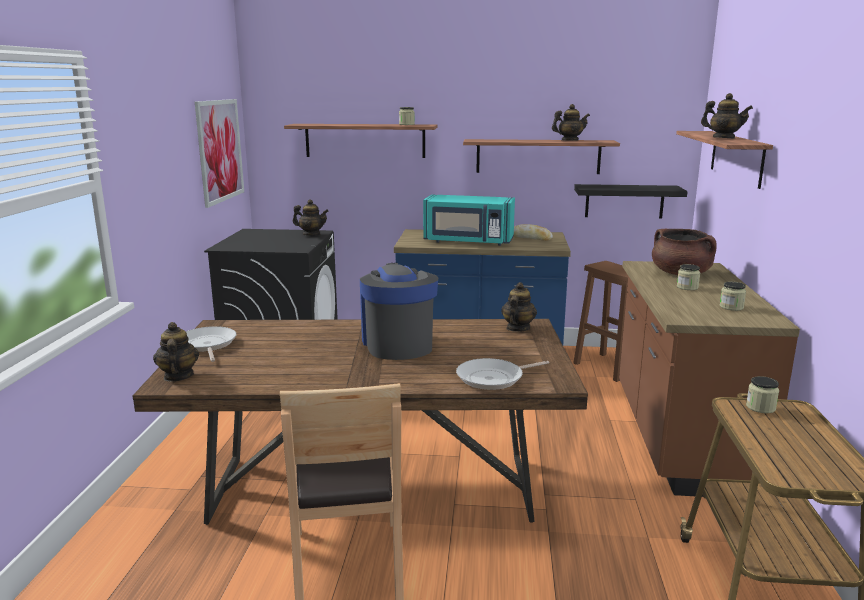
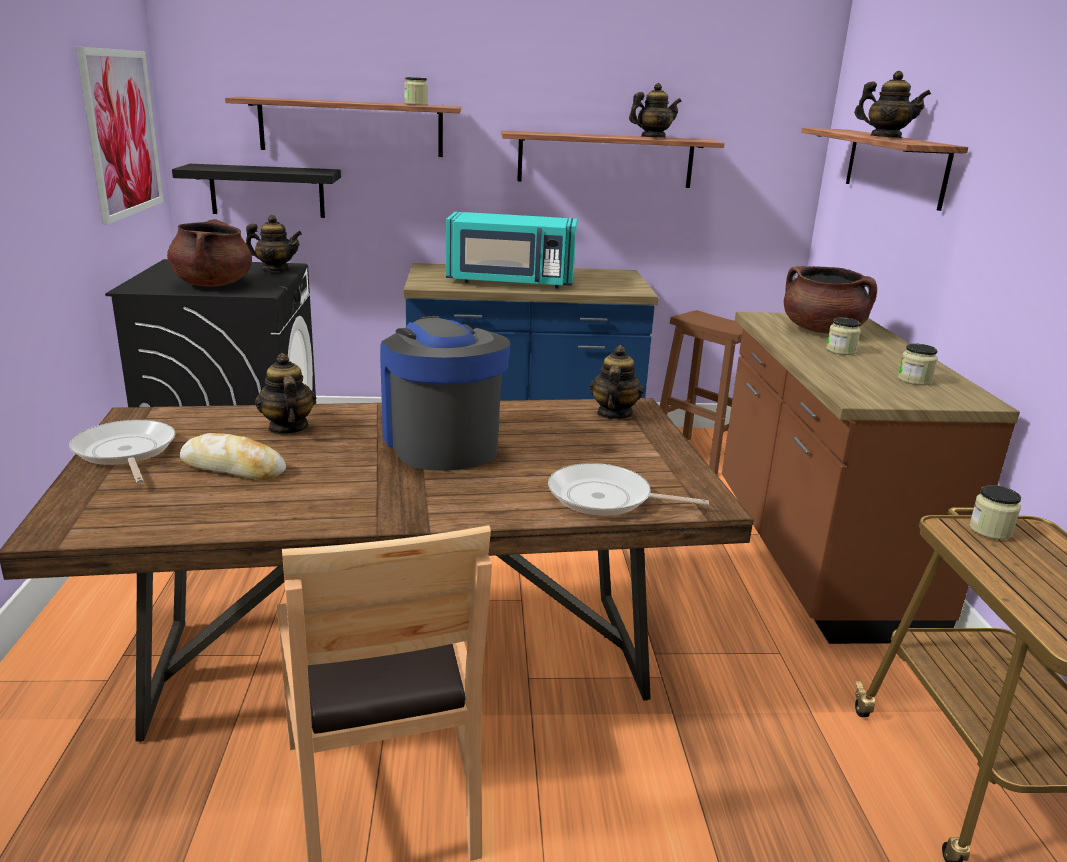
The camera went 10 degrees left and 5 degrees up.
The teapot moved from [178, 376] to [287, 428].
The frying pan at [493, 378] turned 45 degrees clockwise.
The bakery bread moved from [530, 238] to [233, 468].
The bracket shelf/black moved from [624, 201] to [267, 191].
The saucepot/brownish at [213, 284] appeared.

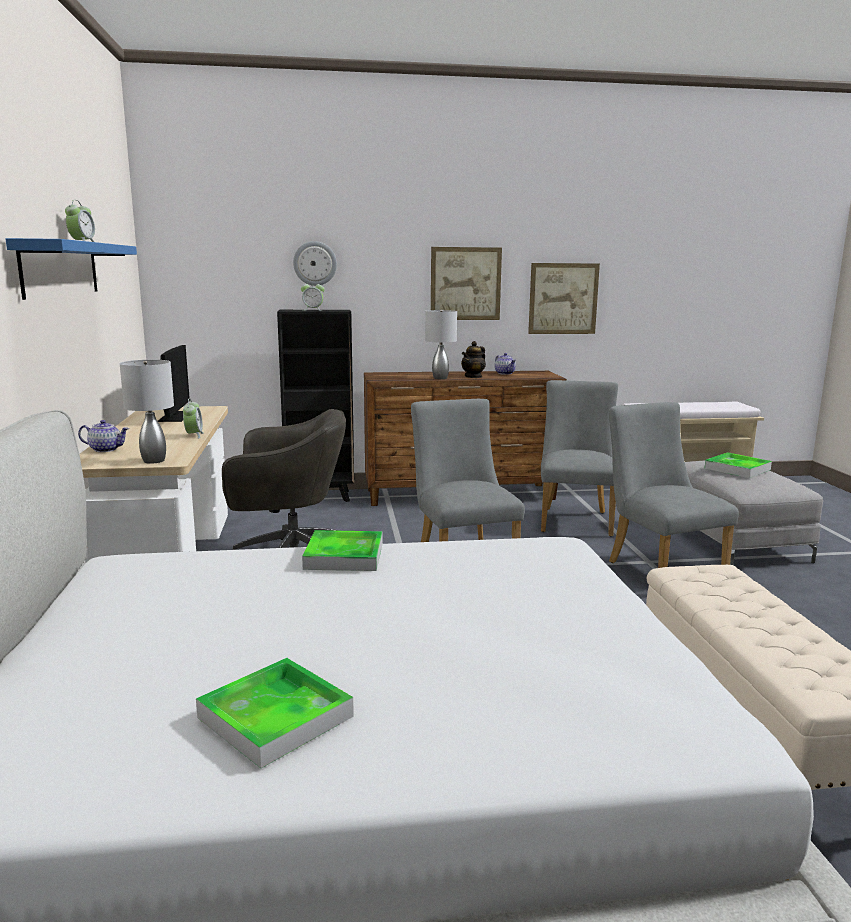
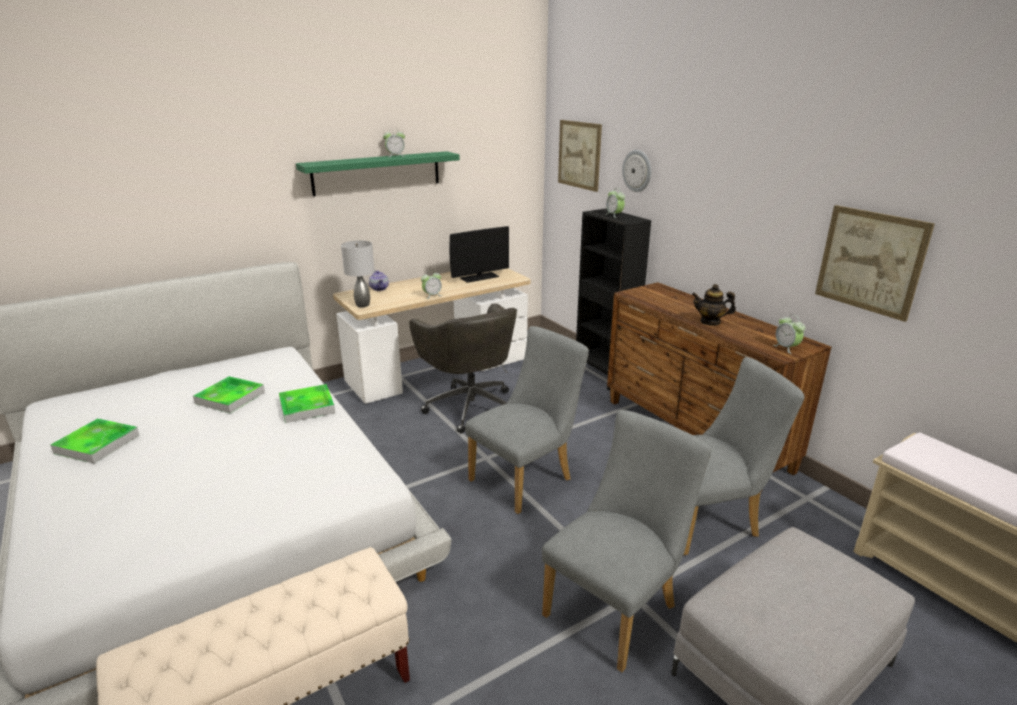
The camera went 65 degrees right and 10 degrees up.
The bracket shelf/bluish at [61, 269] became the bracket shelf/greenish at [377, 173].
The tabletop lamp/gray at [439, 378] disappeared.
The picture moved from [465, 283] to [579, 155].
The teapot at [505, 373] disappeared.
The carrying tray moved from [737, 469] to [230, 398].
The table clock at [786, 348] appeared.

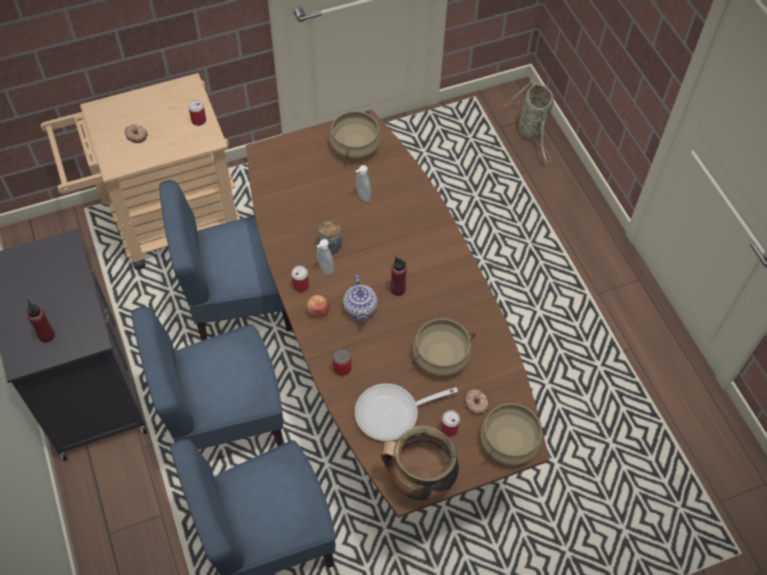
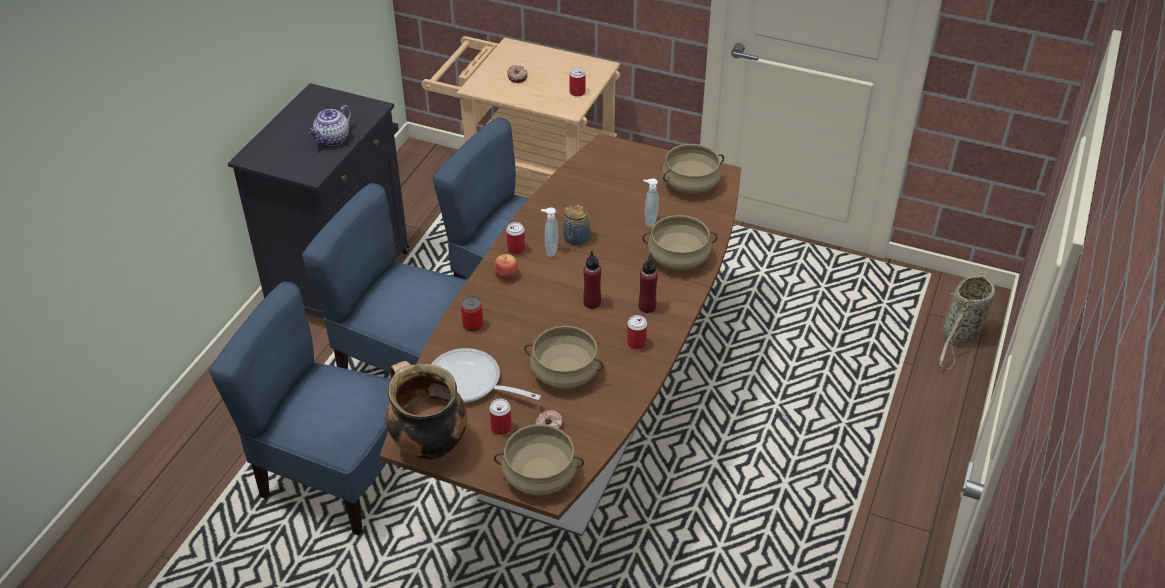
The camera went 45 degrees right and 15 degrees down.
The drink bottle/reddish moved from [47, 335] to [647, 307].
The teapot moved from [360, 309] to [332, 139].
The metal can at [636, 343] appeared.
The saucepot/beige-coloured at [679, 257] appeared.

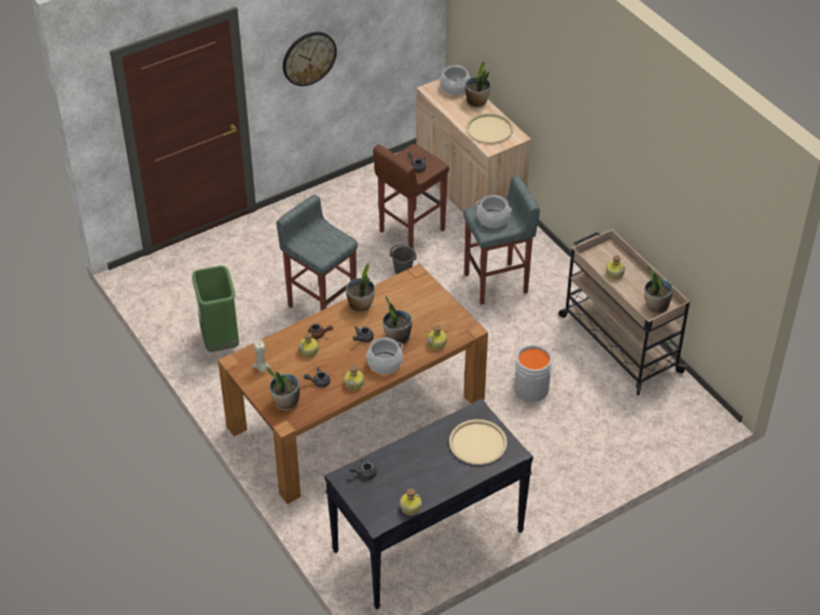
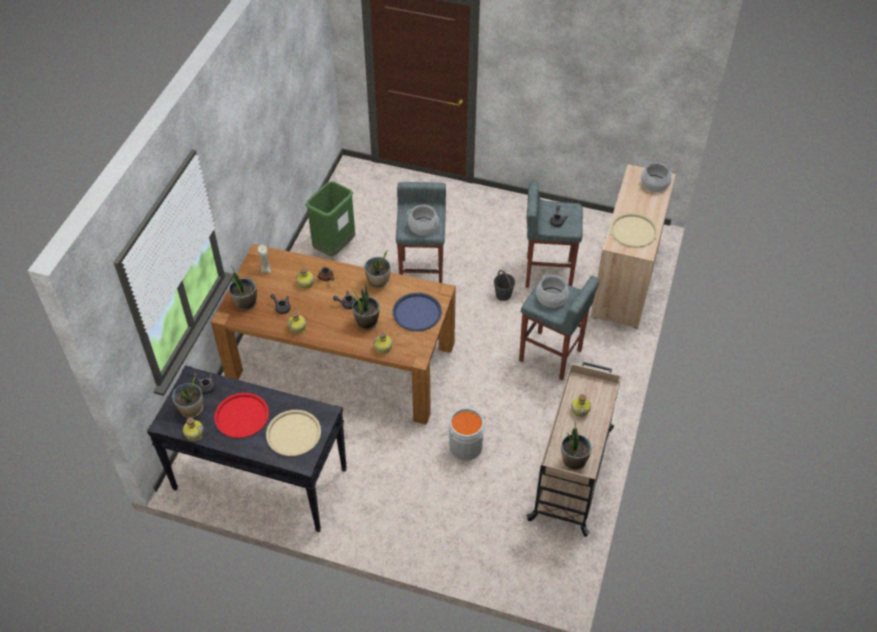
The camera went 50 degrees right and 5 degrees up.
The wall clock at [309, 58] disappeared.
The saucepot moved from [384, 363] to [423, 226].
The sitting stool/brownish at [411, 230] became the sitting stool/gray at [547, 273].
The plant in a pot moved from [477, 102] to [192, 409].
The carrying tray/reddish at [242, 416] appeared.
The carrying tray/bluish at [417, 312] appeared.

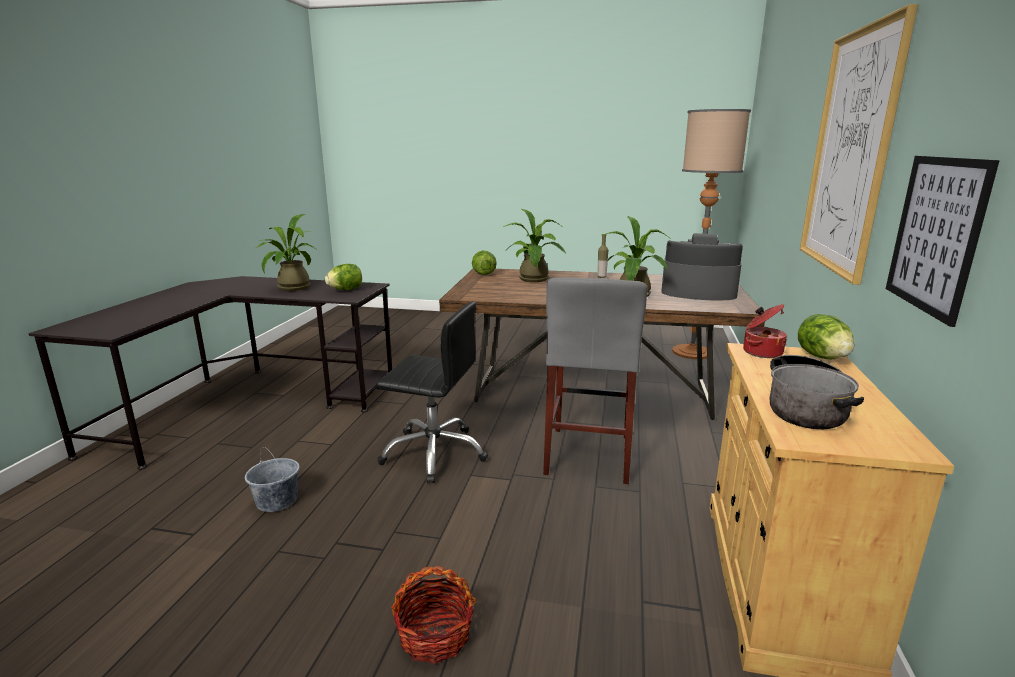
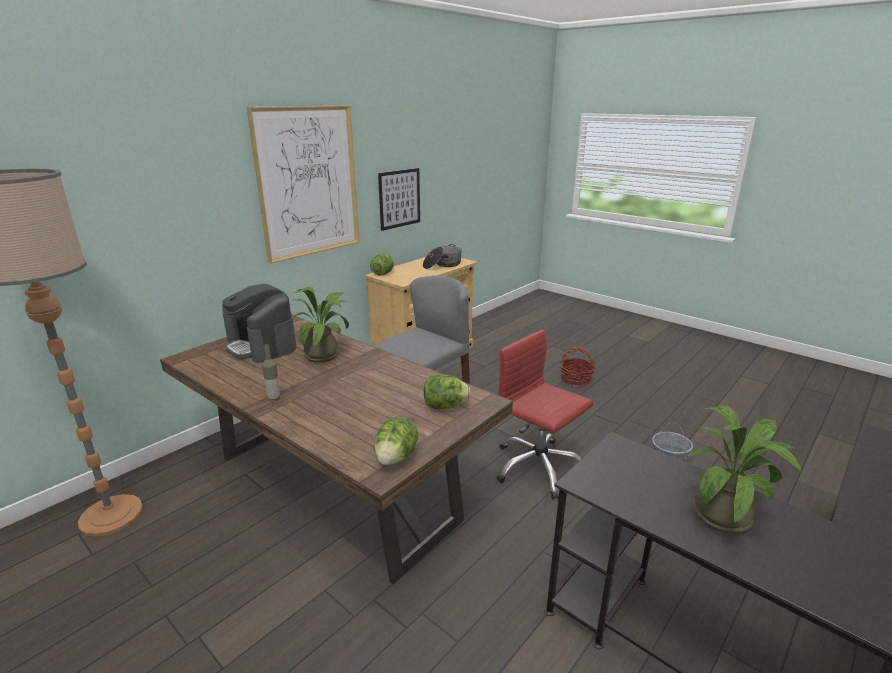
The camera went 150 degrees left and 5 degrees up.
The lettuce head moved from [346, 290] to [445, 406].
The desk chair/black at [434, 453] became the desk chair/reddish at [538, 467].
The plant in a pot at [534, 280] disappeared.
The saucepot at [761, 352] disappeared.

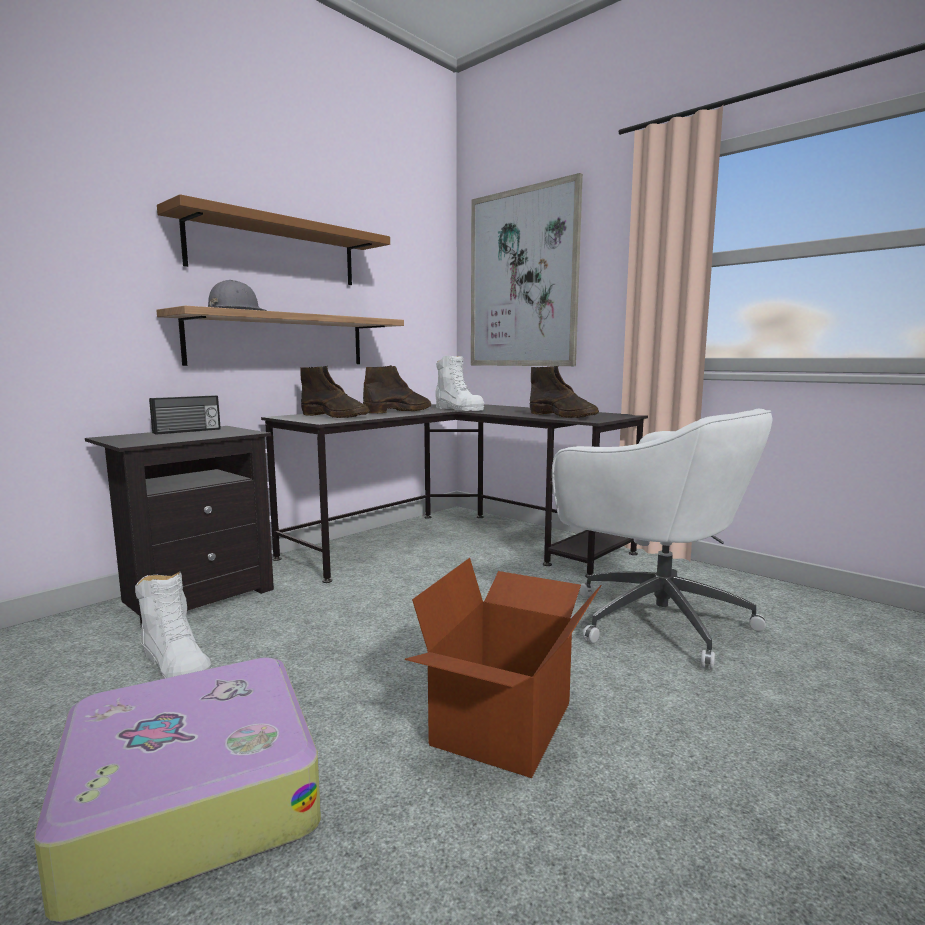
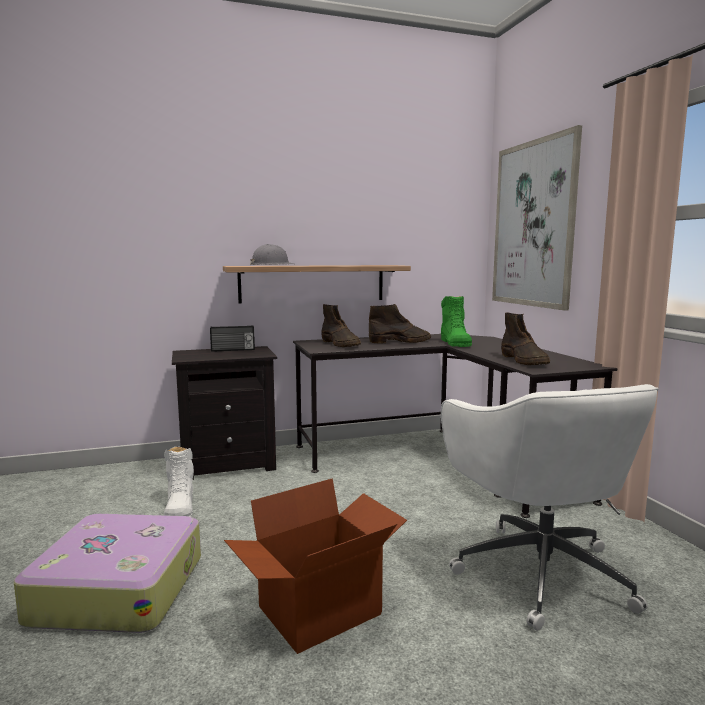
The camera went 30 degrees right and 0 degrees up.
The bracket shelf/brownish at [275, 251] disappeared.
The high-top boot/whitish at [458, 409] became the high-top boot/greenish at [455, 343].

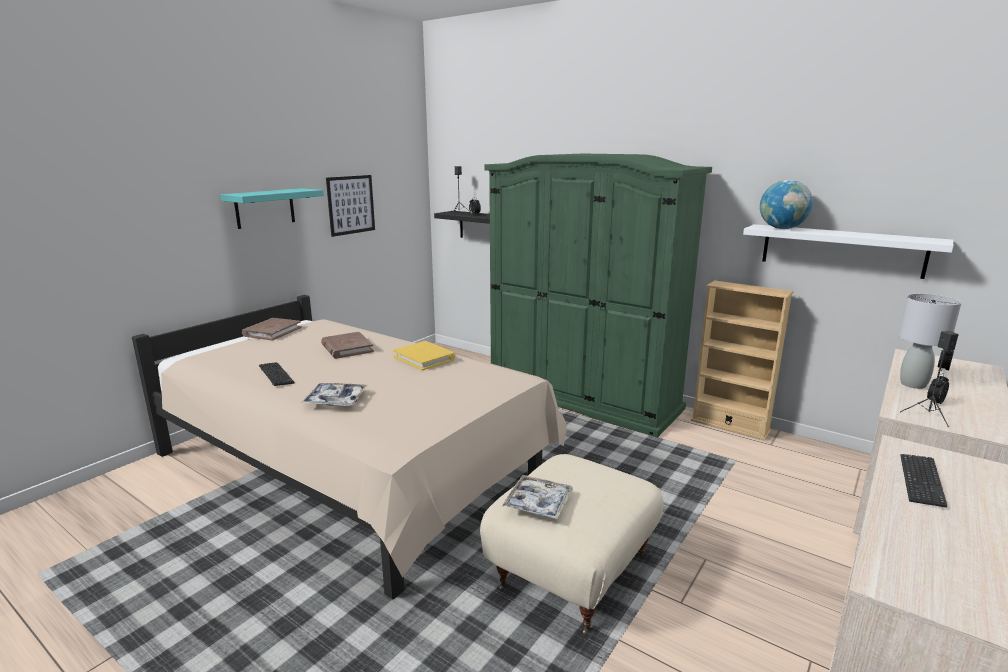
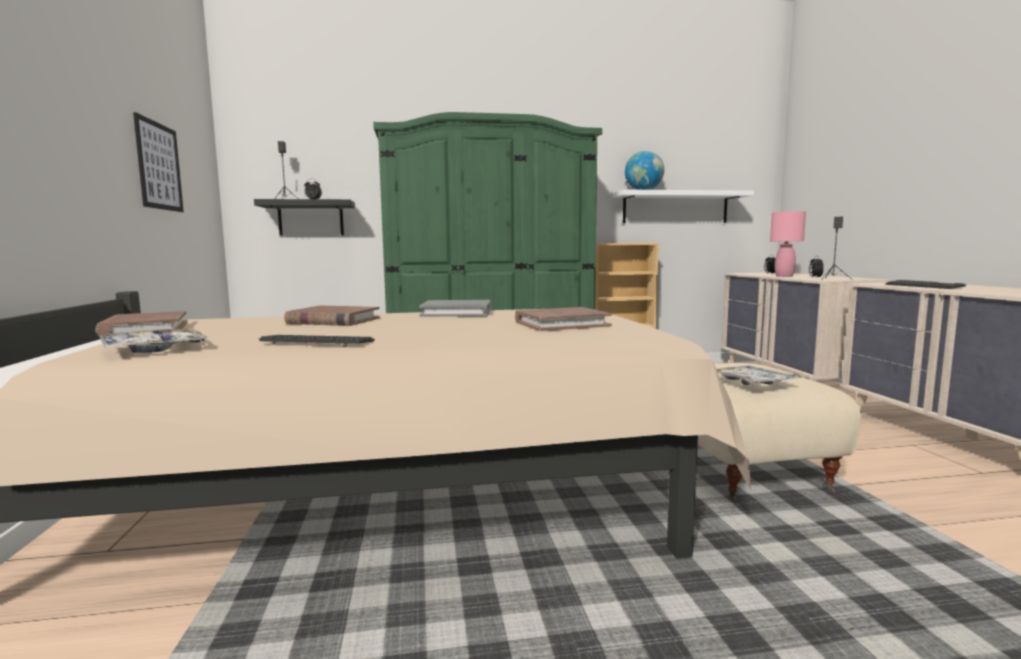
The camera went 45 degrees left and 10 degrees down.
The bracket shelf/blue-green at [265, 208] disappeared.
The carrying tray moved from [335, 400] to [154, 349].
The bound book/yellow at [424, 358] became the bound book/gray at [456, 313].
The tabletop lamp/gray at [913, 385] became the tabletop lamp/pinkish at [784, 276].
The bound book/brownish at [561, 324] appeared.

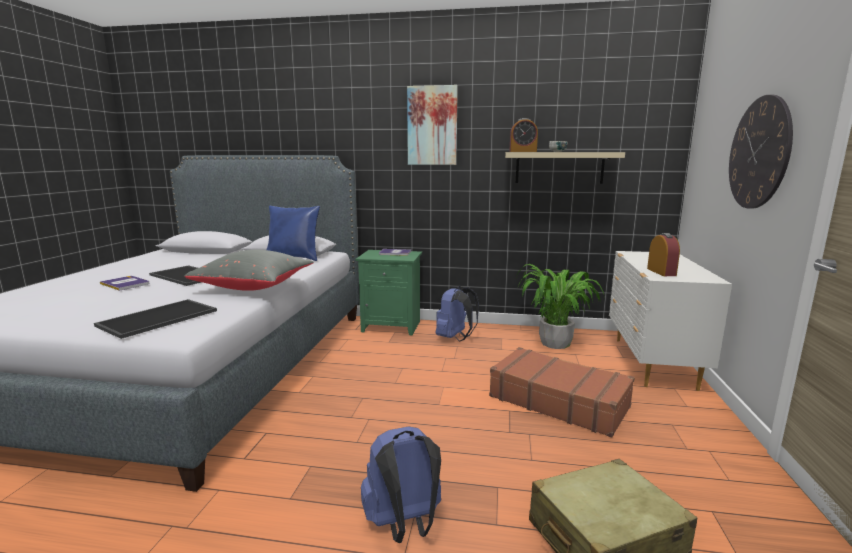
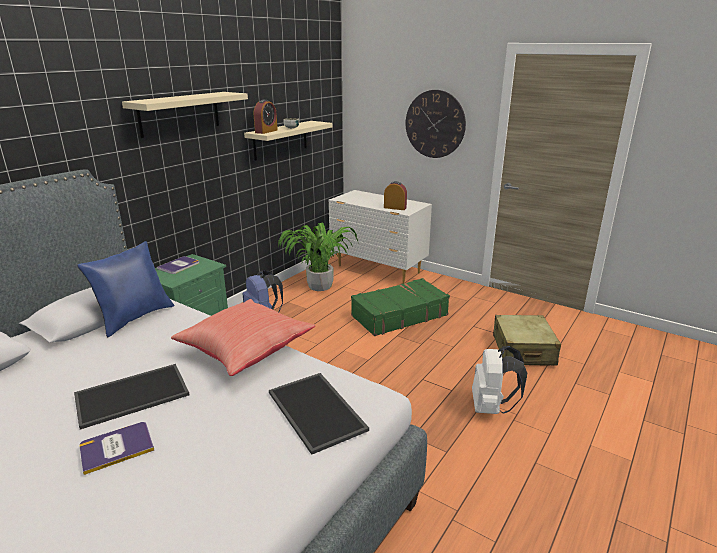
The camera went 65 degrees left and 10 degrees up.
The pillow/gray at [255, 287] became the pillow/reddish at [245, 351].
The rucksack/bluish at [404, 525] became the rucksack/whitish at [491, 407].
The picture at [432, 126] was replaced by the bracket shelf/beige-coloured at [179, 114].
The piece of luggage/brownish at [558, 401] became the piece of luggage/greenish at [398, 315].

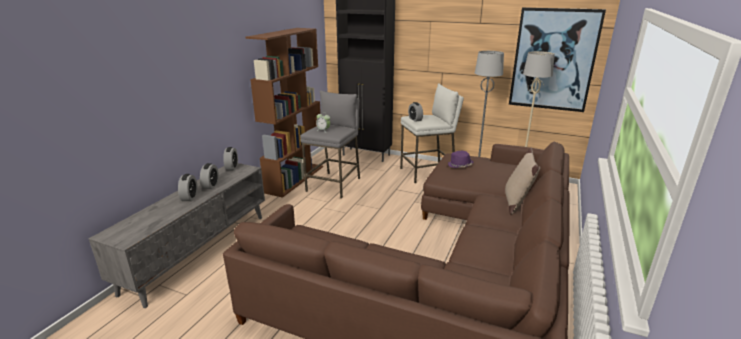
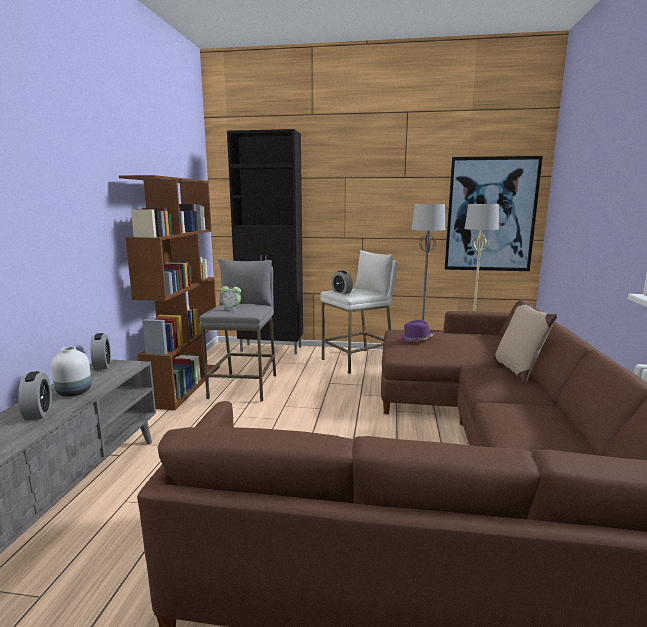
The camera went 15 degrees left and 10 degrees down.
The table clock at [211, 185] was replaced by the flower vase/whitish at [74, 392].

